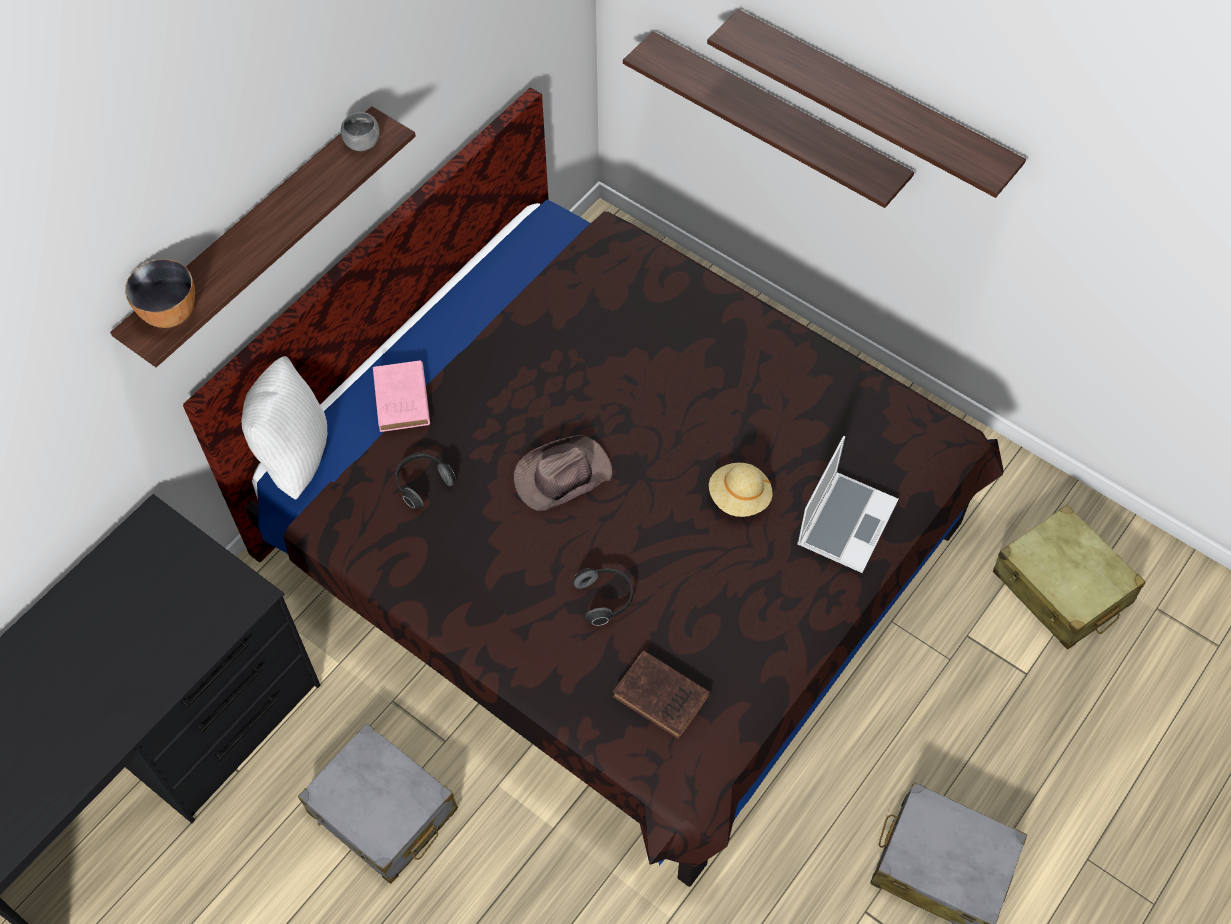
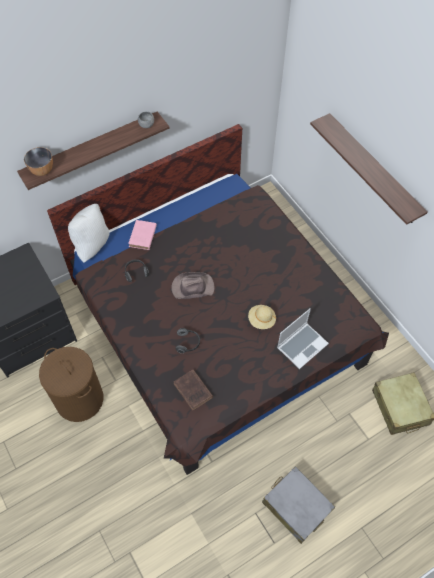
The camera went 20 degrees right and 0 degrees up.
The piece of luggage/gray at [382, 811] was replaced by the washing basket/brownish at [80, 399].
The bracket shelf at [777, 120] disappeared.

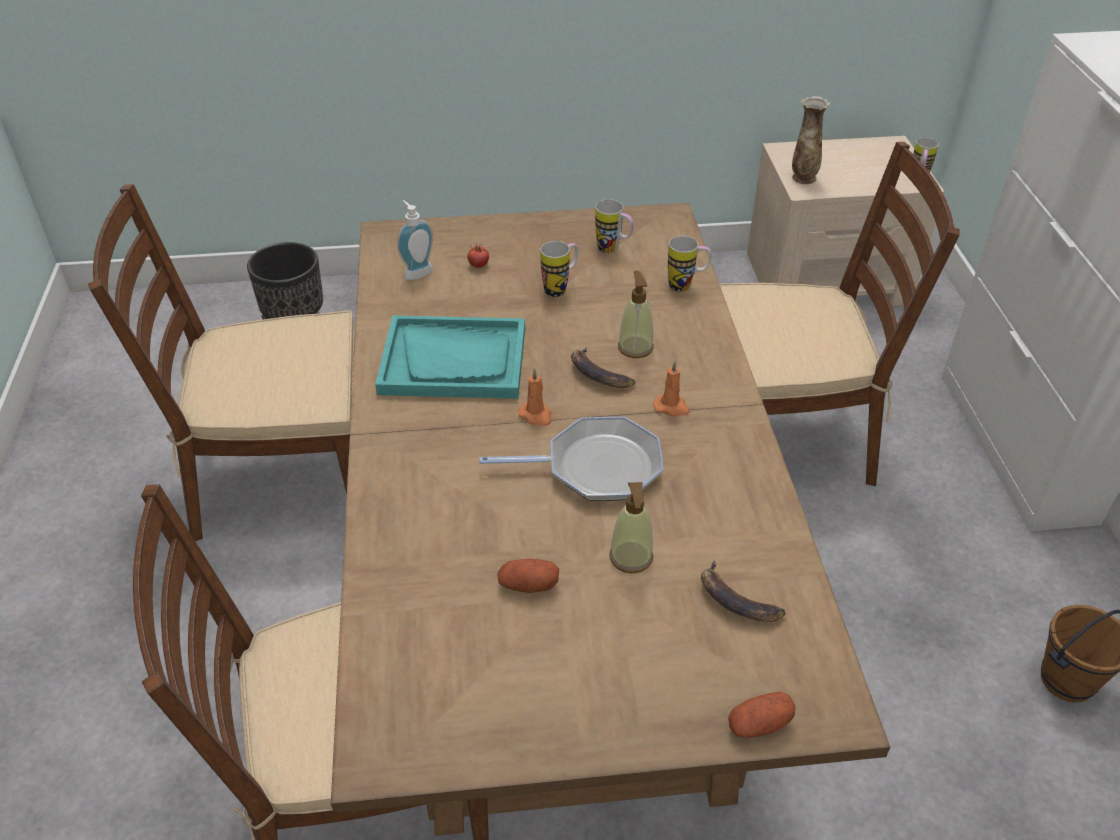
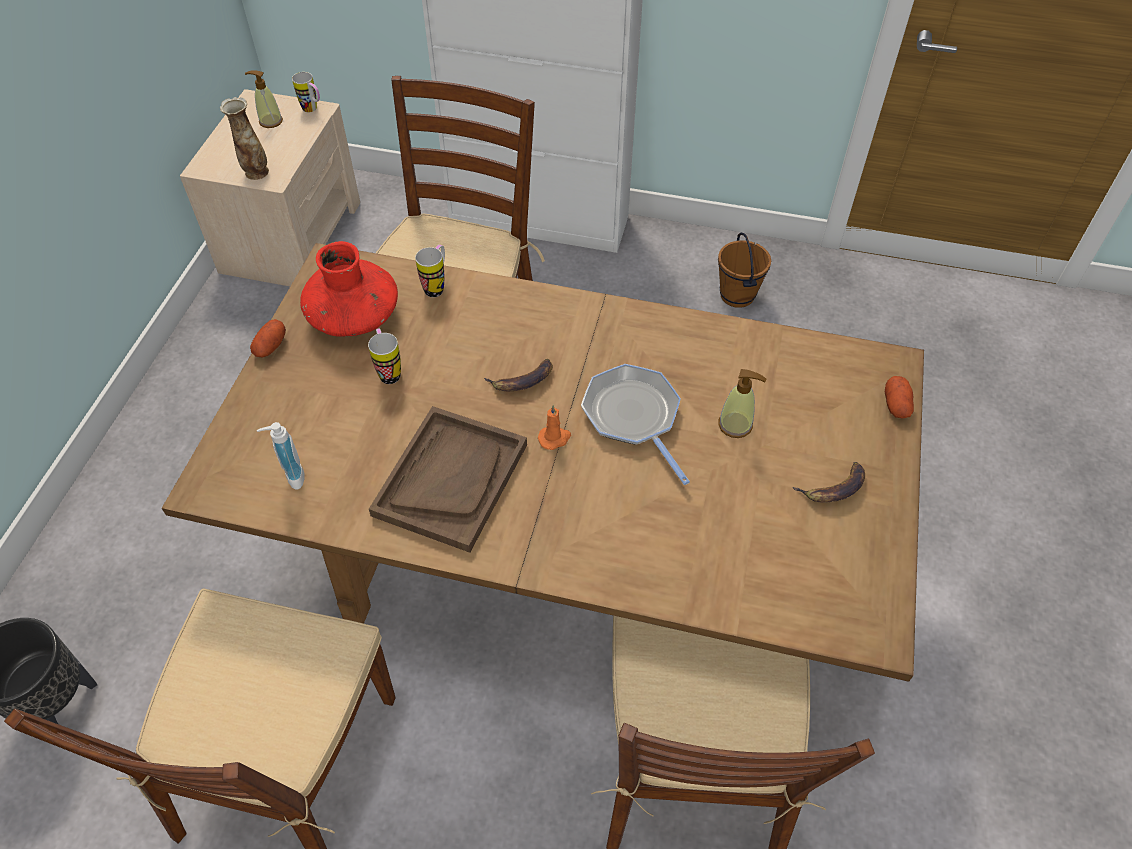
The camera went 70 degrees left and 10 degrees up.
The carrying tray/blue-green at [454, 360] became the carrying tray/brownish at [450, 479].
The fresh tomato at [478, 265] disappeared.
The frying pan at [596, 467] turned 45 degrees counterclockwise.
The whole potato moved from [528, 585] to [270, 346].
The mug at [613, 250] was replaced by the flower vase/reddish at [354, 316].
The soap dispenser moved from [635, 347] to [270, 121].
The candle/orange-coloured at [672, 407] disappeared.
The banana moved from [736, 600] to [834, 488].

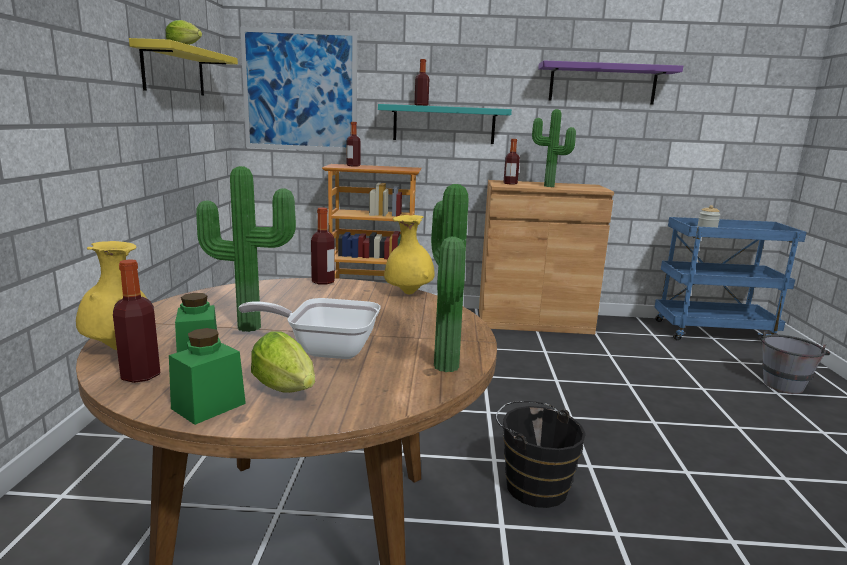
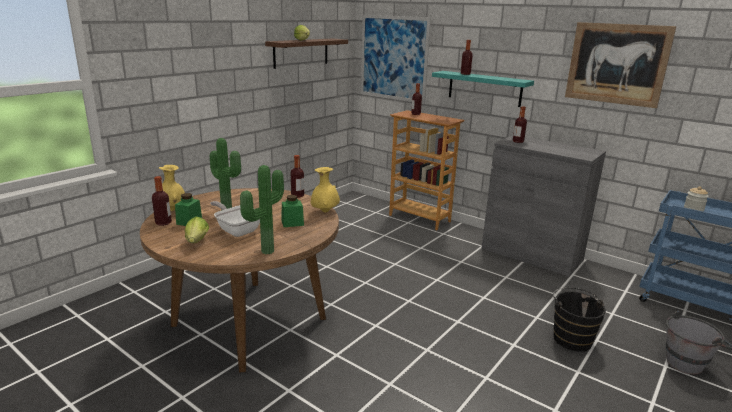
The camera went 35 degrees right and 5 degrees up.
The bracket shelf/yellow at [174, 71] became the bracket shelf/brownish at [301, 53].
The jar/greenish moved from [208, 406] to [292, 223].
The cabinet/brownish at [534, 321] became the cabinet/gray at [531, 254].
The water bucket/black moved from [532, 484] to [571, 338].
The plant in a pot at [548, 186] disappeared.
The bracket shelf/purple at [602, 84] was replaced by the picture at [616, 64].

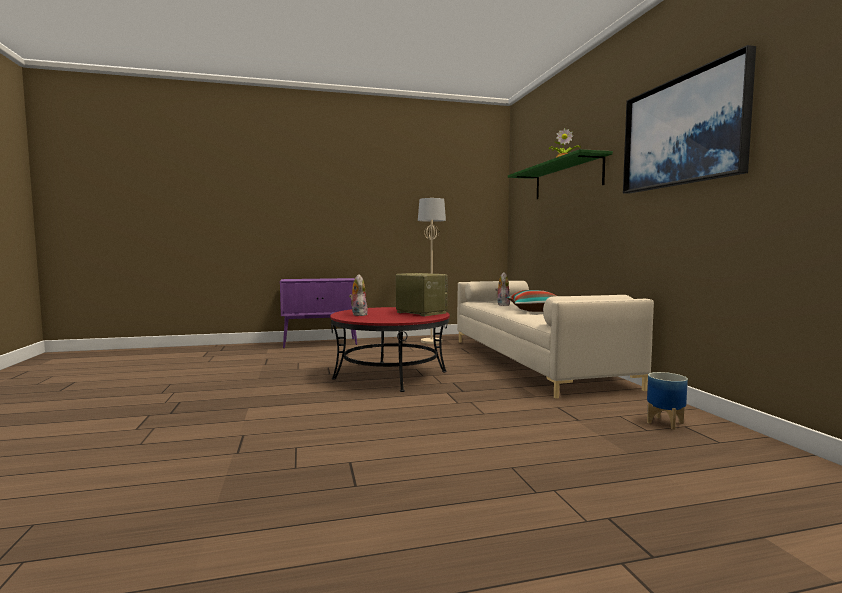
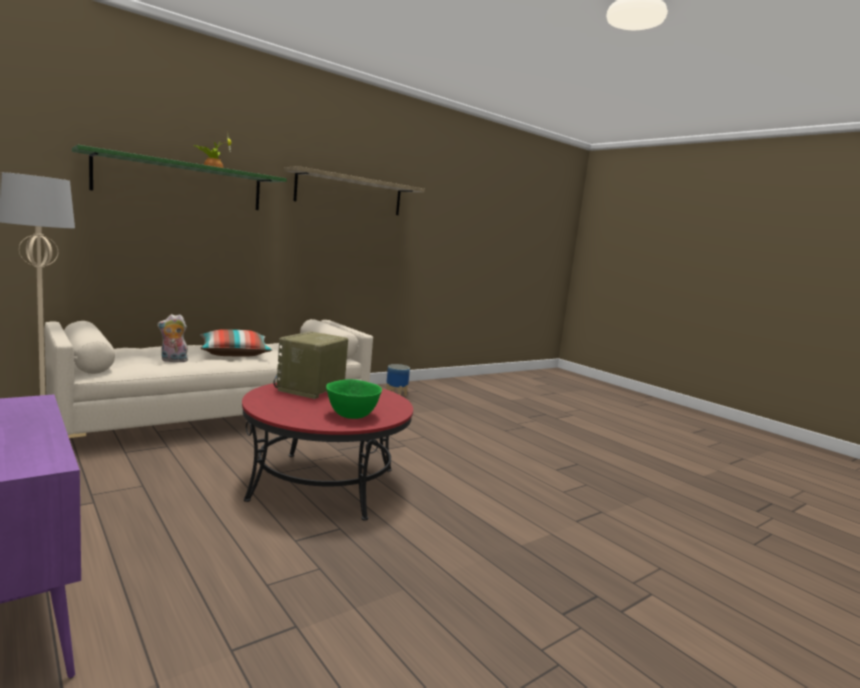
The camera went 115 degrees left and 5 degrees up.
The plush toy at [358, 314] was replaced by the deep dish/greenish at [352, 415].
The picture at [682, 131] was replaced by the bracket shelf at [350, 193].

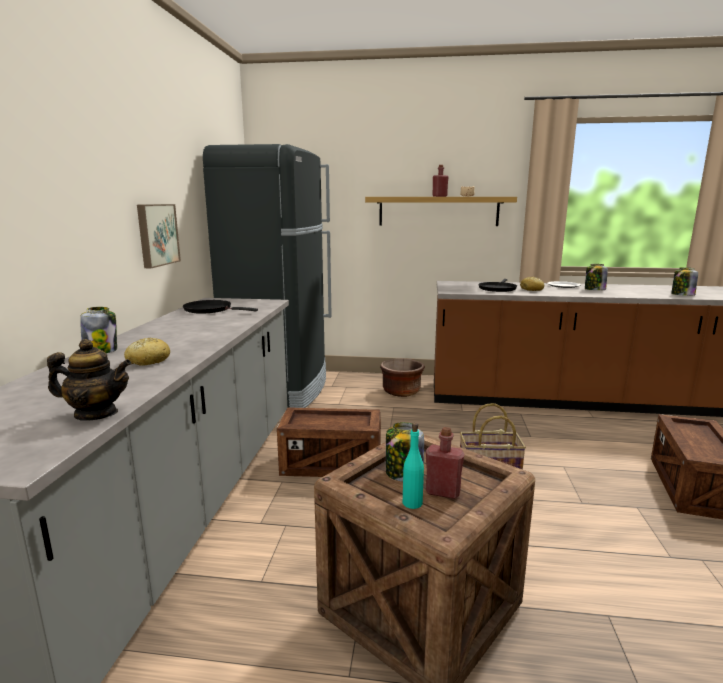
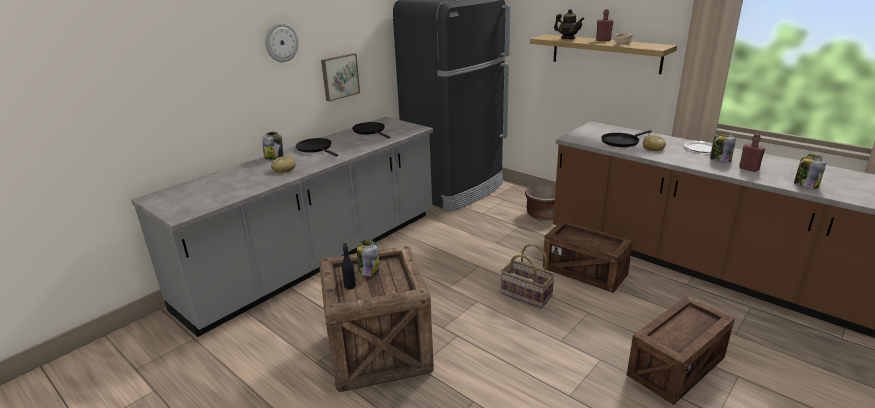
The camera went 35 degrees right and 10 degrees up.
The teapot moved from [96, 414] to [568, 38].
The crate moved from [331, 464] to [584, 272].
The drink bottle/blue-green at [412, 503] became the drink bottle/black at [350, 286].
The drink bottle/reddish moved from [443, 492] to [749, 169].
The wall clock at [281, 42] appeared.
The frying pan/black at [315, 148] appeared.

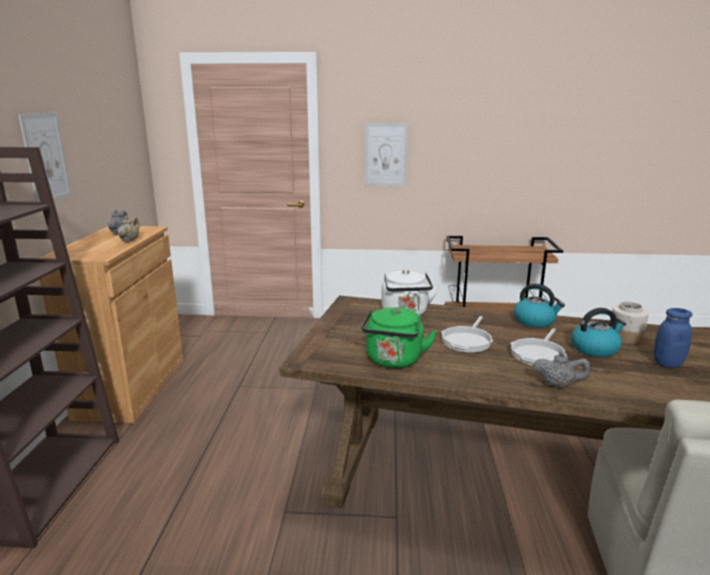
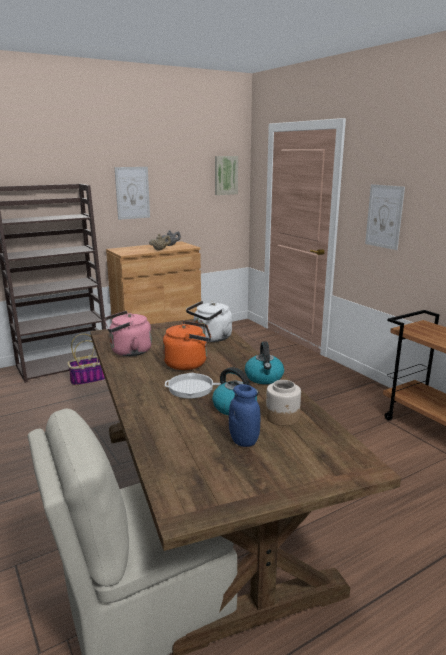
The camera went 55 degrees right and 0 degrees up.
The tea kettle/greenish at [394, 361] became the tea kettle/pinkish at [128, 351].
The frying pan at [467, 341] was replaced by the tea kettle/orange-coloured at [188, 363].
The teapot/gray at [558, 385] disappeared.
The household basket at [88, 379] appeared.
The picture at [225, 175] appeared.

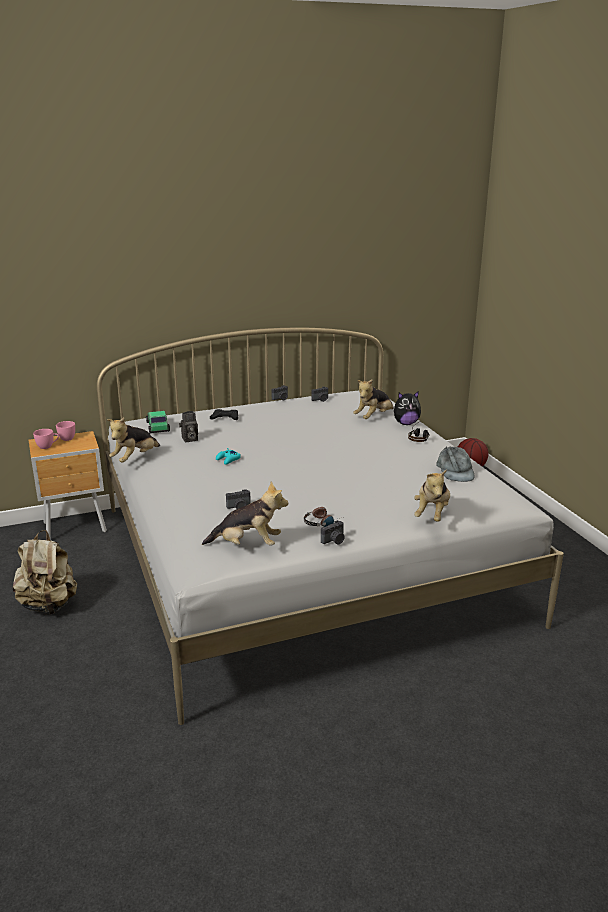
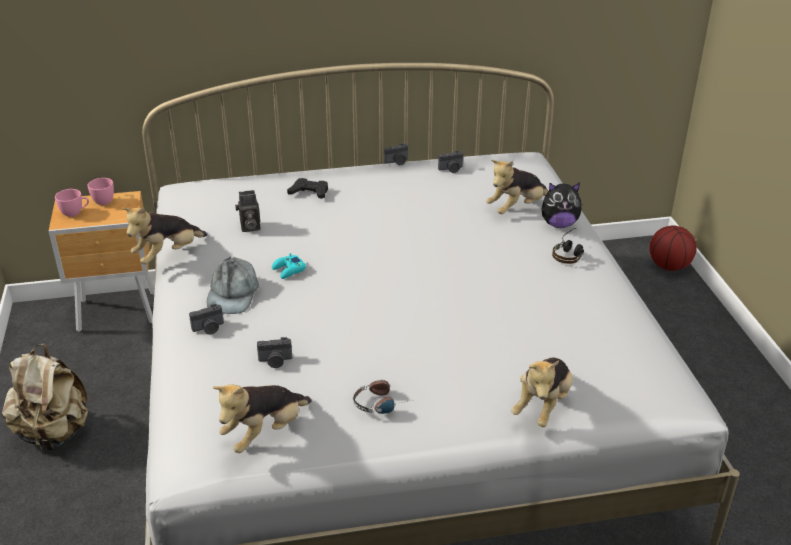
The camera went 10 degrees right and 10 degrees up.
The model car at [158, 427] disappeared.
The plush toy at [247, 545] turned 120 degrees clockwise.
The photo camera moved from [334, 541] to [209, 328].
The baseball cap/gray moved from [455, 471] to [233, 293].

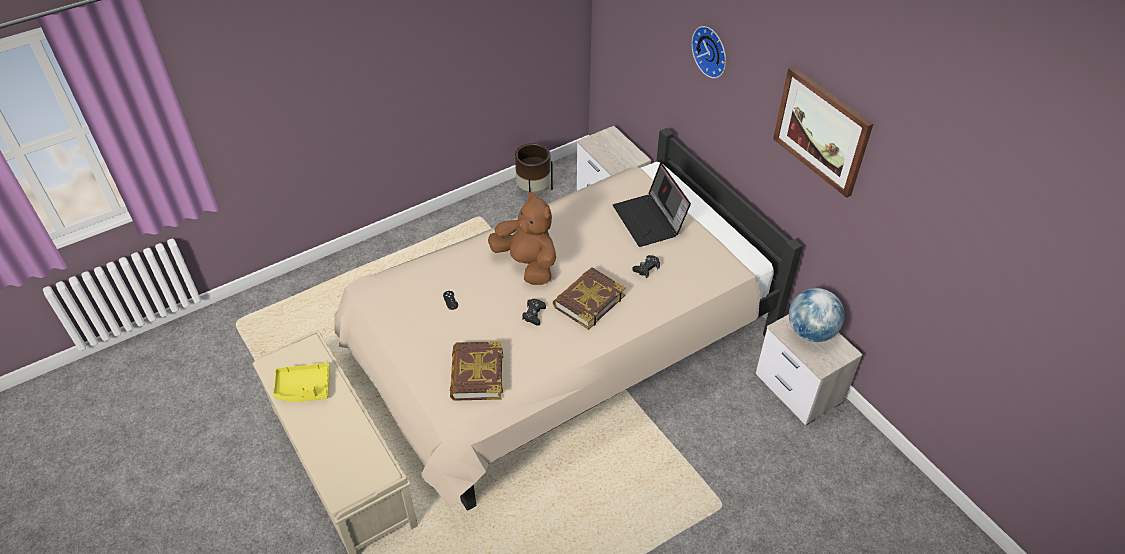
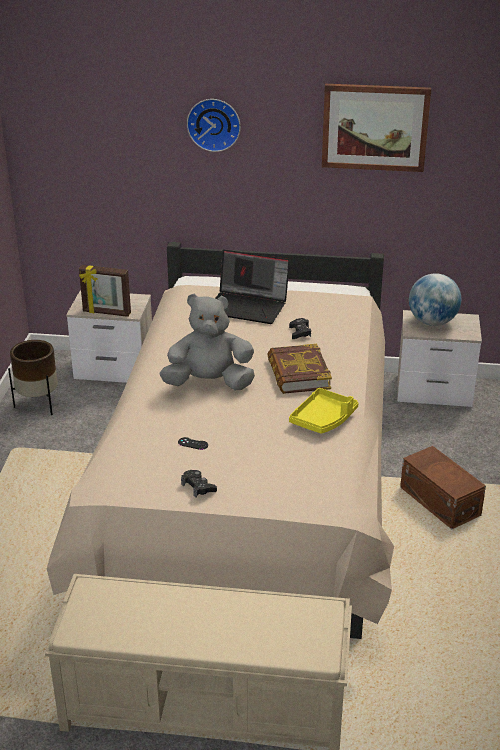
The camera went 50 degrees left and 15 degrees down.
The carrying tray/yellow moved from [304, 388] to [324, 419].
The bound book at [476, 374] disappeared.
The plush toy/brownish at [527, 264] became the plush toy/gray at [209, 383].
The joypad/black moved from [534, 314] to [198, 487].
The photo frame at [106, 313] appeared.
The storage box/brownish at [440, 501] appeared.

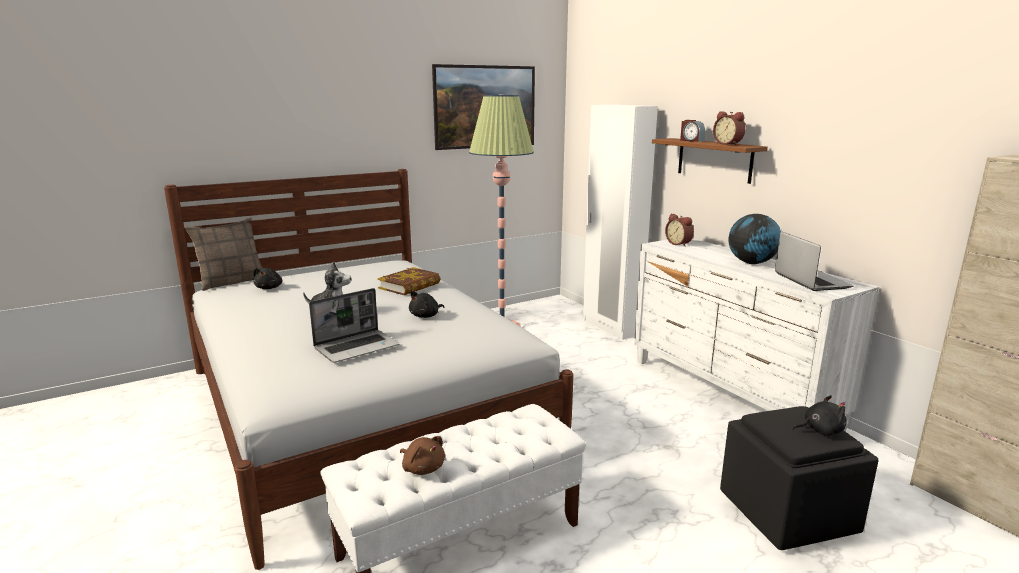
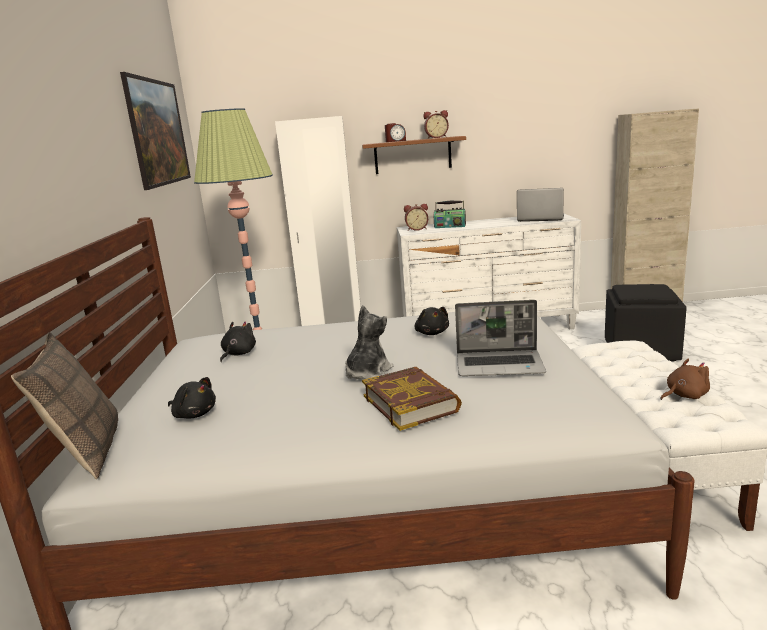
The camera went 60 degrees left and 0 degrees up.
The laptop at [357, 347] turned 105 degrees clockwise.
The bound book moved from [410, 286] to [411, 403].
The globe at [751, 263] disappeared.
The plush toy/black moved from [820, 430] to [238, 354].
The radio at [450, 226] appeared.

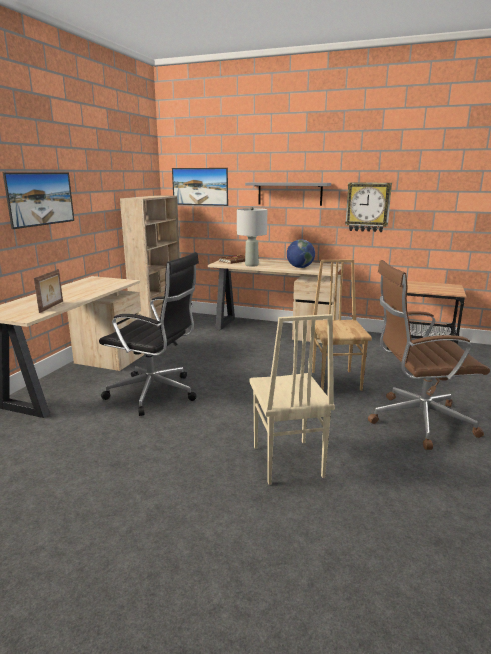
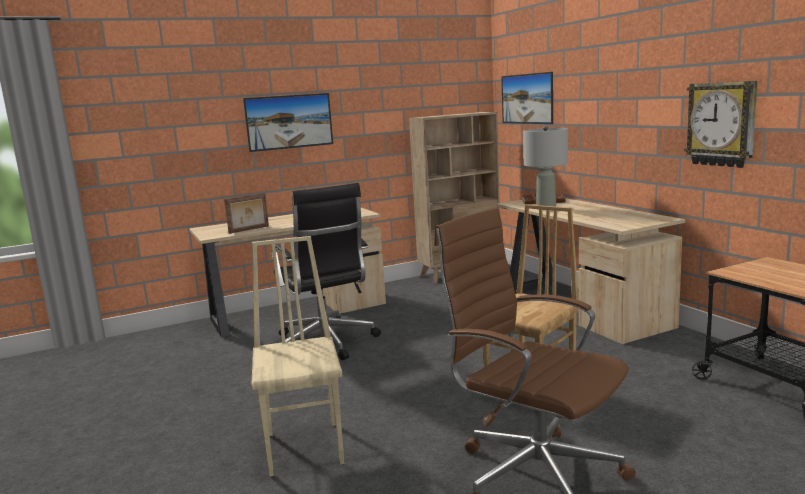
The camera went 45 degrees right and 5 degrees down.
The bracket shelf/gray at [289, 193] disappeared.
The plain chair/beige-coloured at [286, 462] turned 135 degrees clockwise.
The globe at [300, 267] disappeared.

